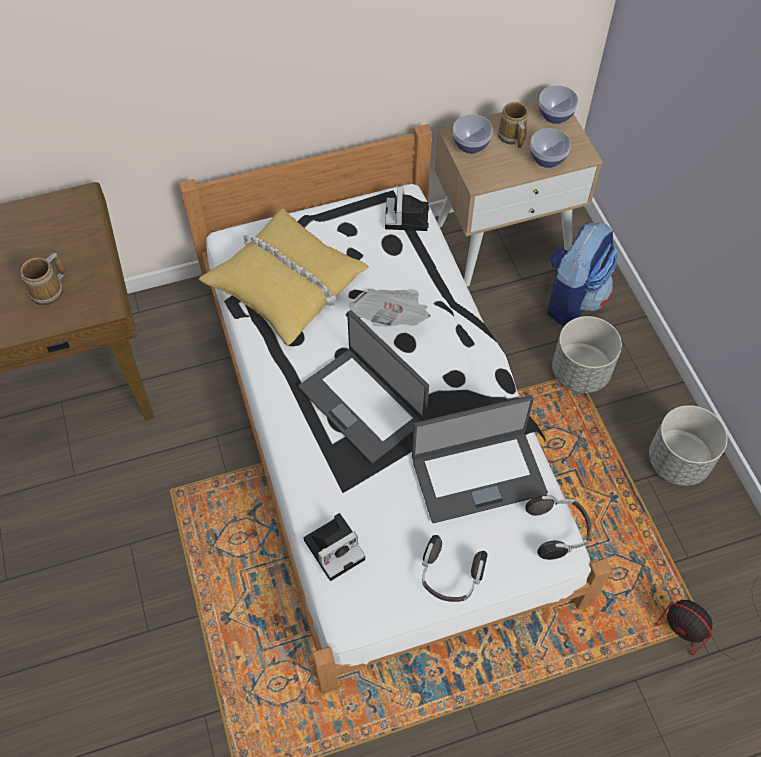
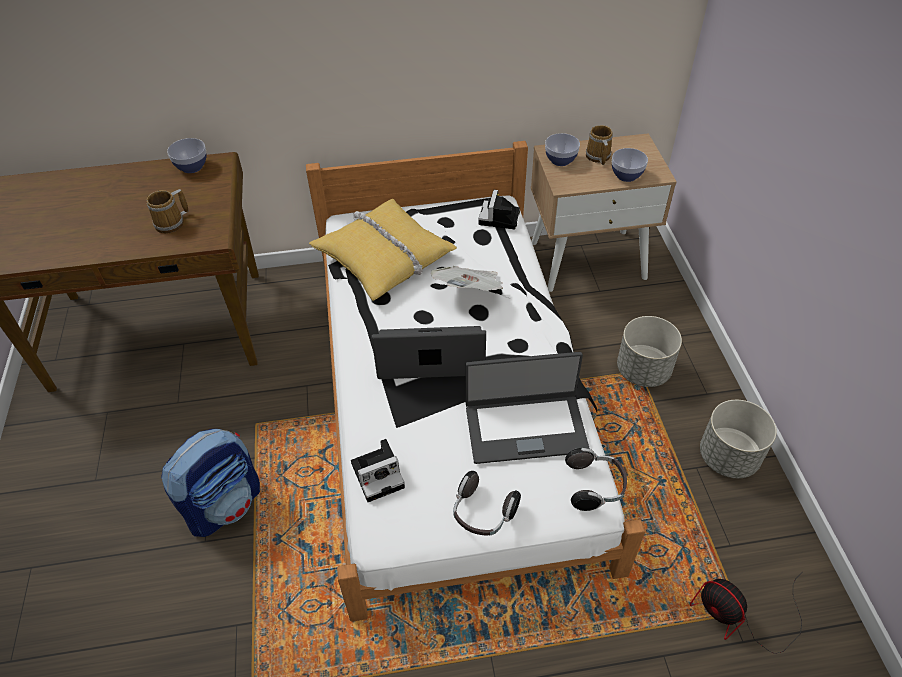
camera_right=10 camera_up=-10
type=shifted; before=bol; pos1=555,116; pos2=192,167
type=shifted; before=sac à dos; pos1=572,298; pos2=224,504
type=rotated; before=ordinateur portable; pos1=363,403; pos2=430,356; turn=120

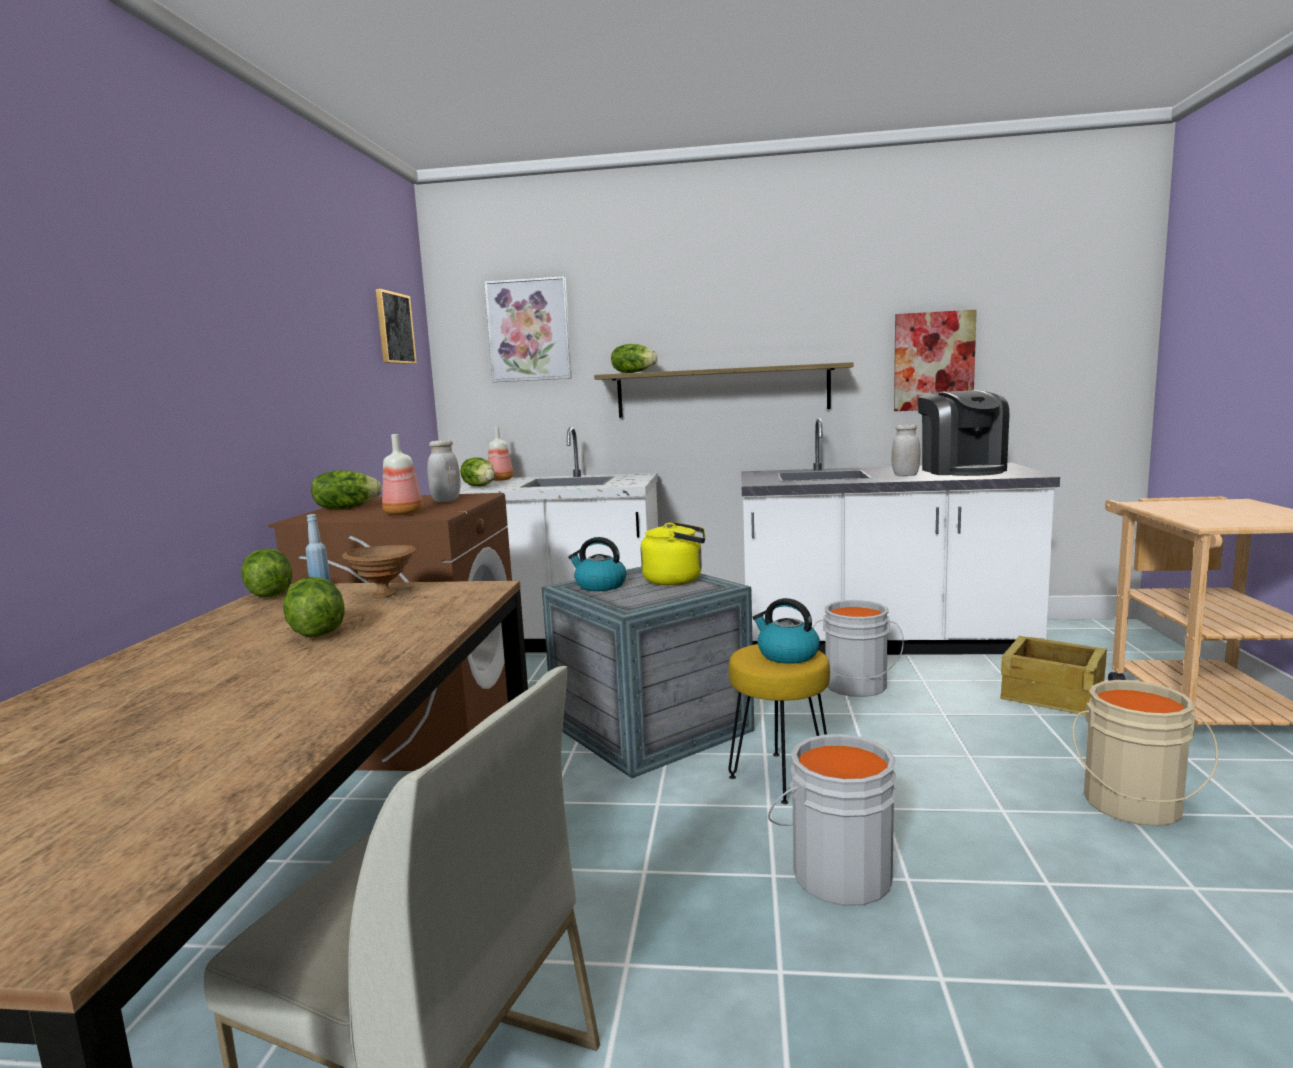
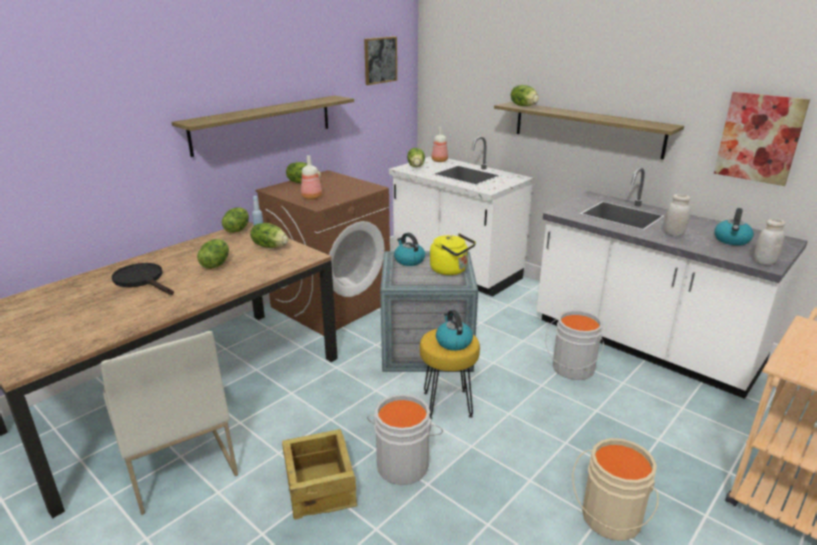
camera_right=35 camera_up=15
type=gone; before=tableau; pos1=529,330
type=swapped; before=machine à café; after=bouilloire; pos1=961,470; pos2=731,240
type=shifted; before=bocal (blanc); pos1=446,500; pos2=764,262
type=swapped; before=bol (marron); after=laitue; pos1=383,594; pos2=270,246
type=shifted; before=caisse; pos1=1051,695; pos2=320,486
type=new; after=étagère; pos2=263,124
type=new; after=poêle (noir); pos2=142,280

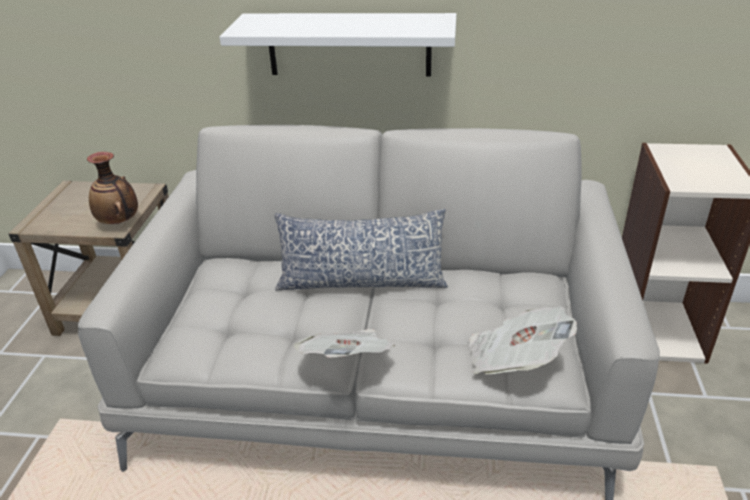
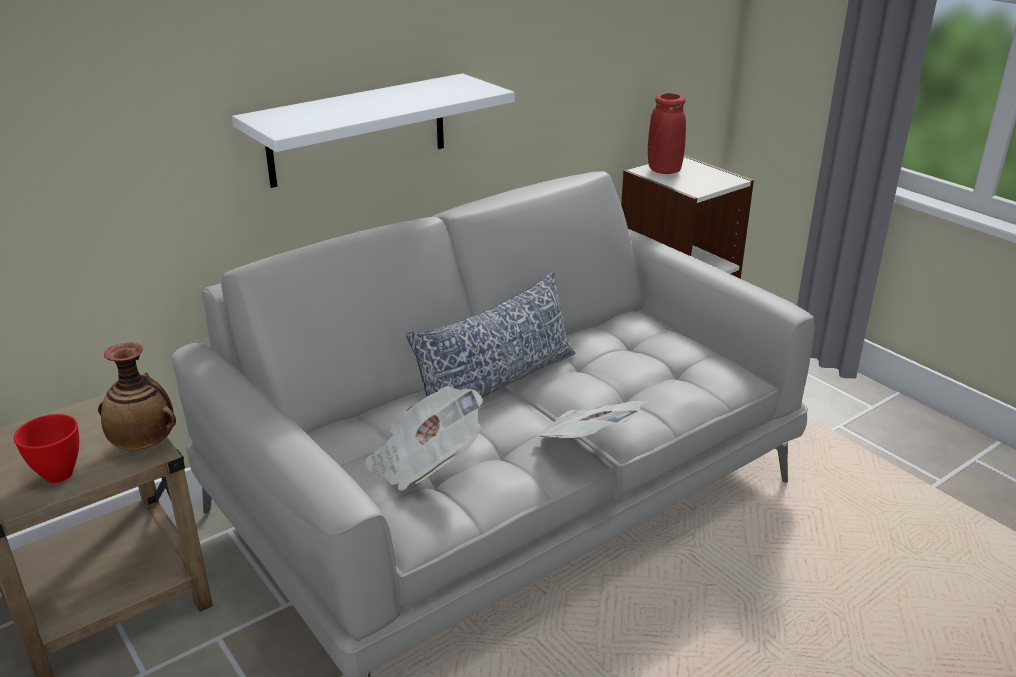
camera_right=-45 camera_up=-5
type=shifted; before=journal; pos1=514,360; pos2=424,462
type=new; after=vase (rouge); pos2=664,170
type=new; after=bol (rouge); pos2=60,474

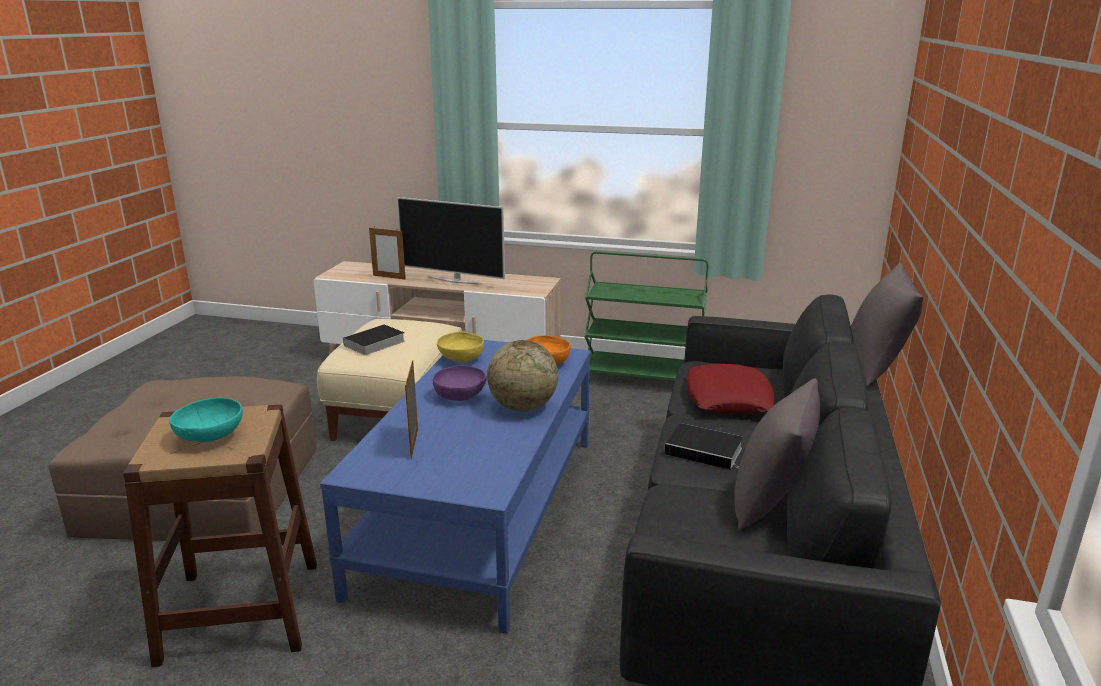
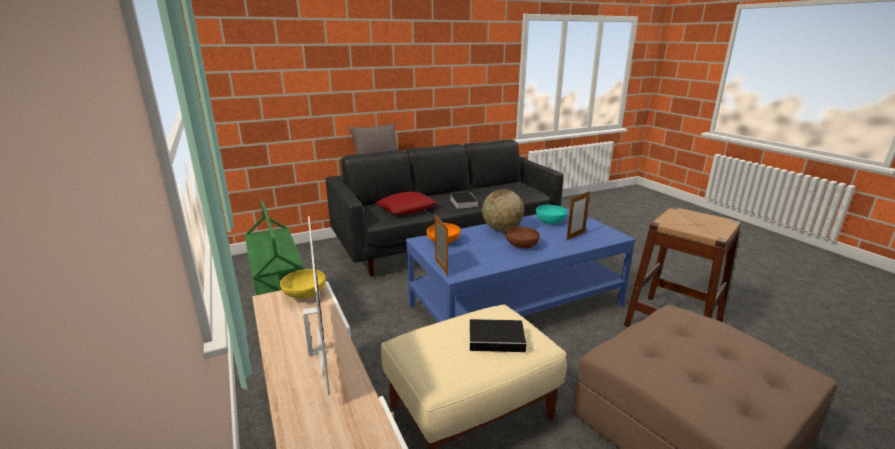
camera_right=-130 camera_up=0
type=shifted; before=cadre photo; pos1=389,277; pos2=441,267
type=shifted; before=bol (jaune); pos1=460,359; pos2=305,295
type=repainted; before=bol (violet); after=bol (marron); pos1=460,396; pos2=521,245
type=gone; before=coussin (gris); pos1=771,503
type=shifted; before=bol (turquoise); pos1=210,438; pos2=550,221

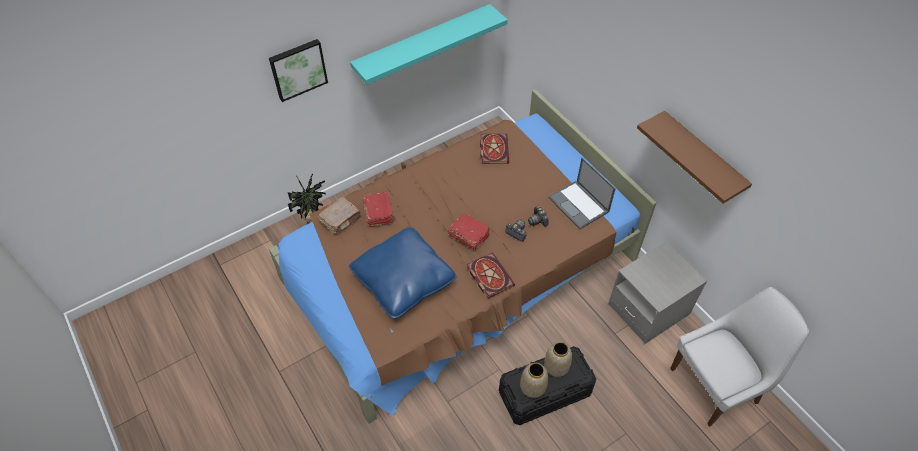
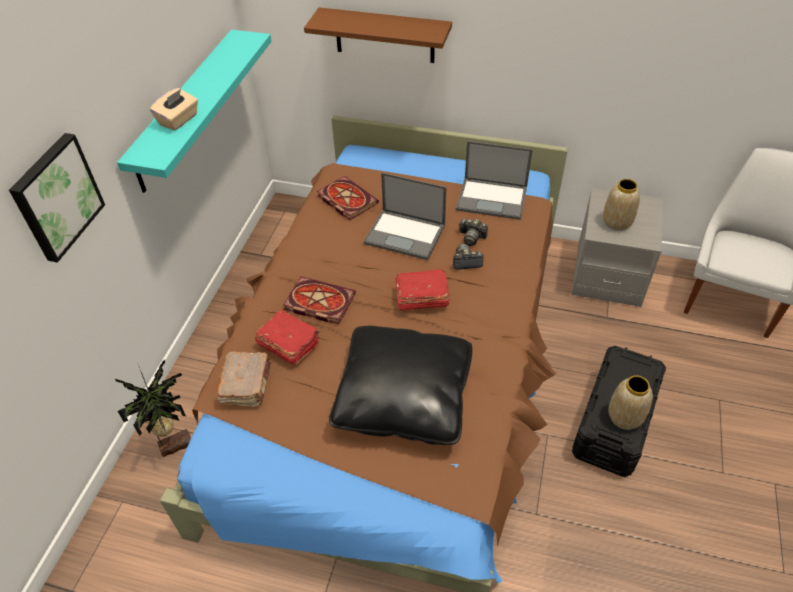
camera_right=-40 camera_up=-5
type=shifted; before=étagère (marron); pos1=701,158; pos2=384,35
type=repainted; before=coussin (bleu); after=coussin (noir); pos1=403,280; pos2=403,397
type=shifted; before=livre; pos1=488,276; pos2=317,302
type=shifted; before=vase; pos1=556,367; pos2=616,222
type=new; after=boîte à mouchoirs (beige); pos2=179,120
type=new; after=ordinateur portable; pos2=406,234

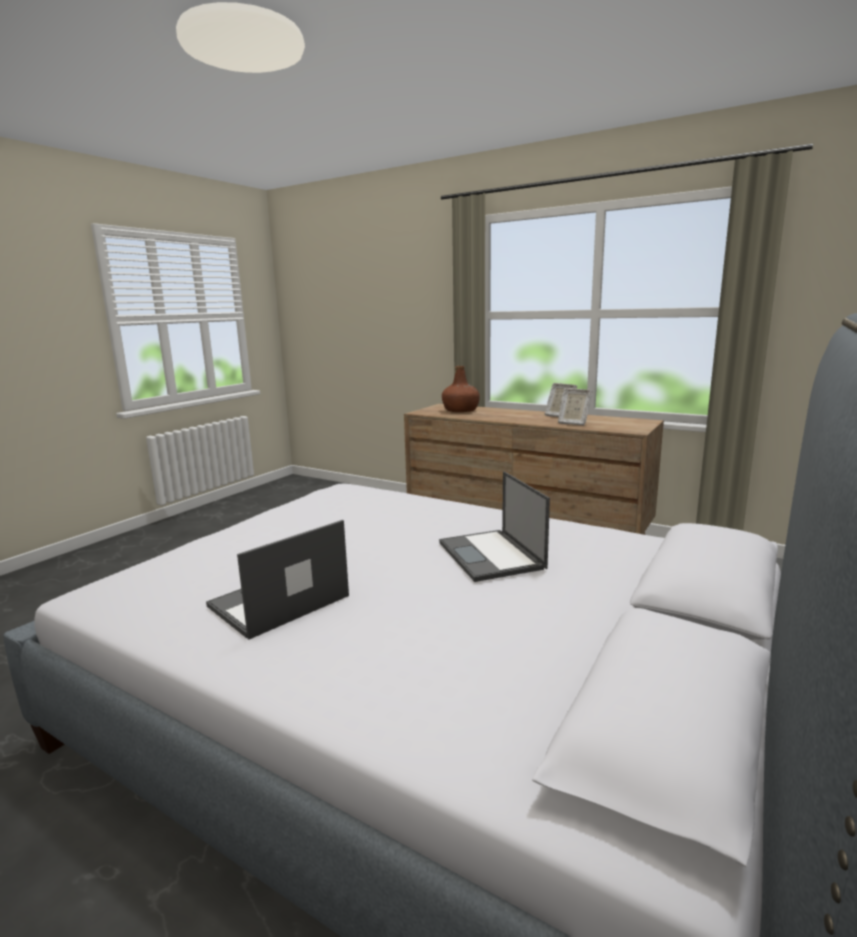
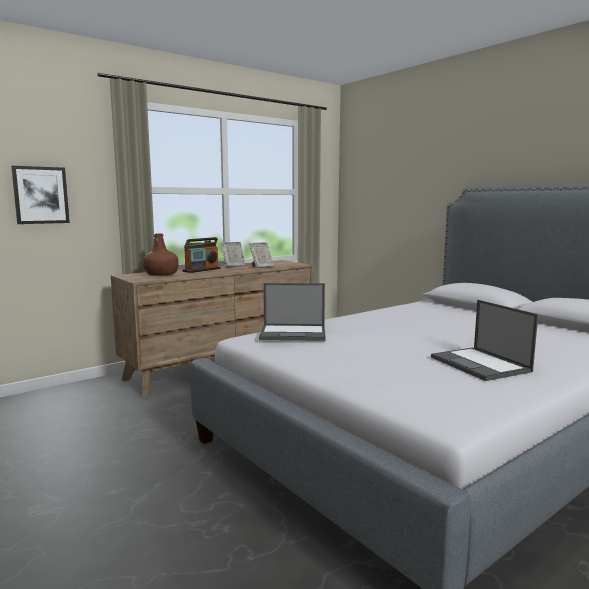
camera_right=-70 camera_up=-5
type=shifted; before=ordinateur portable; pos1=491,556; pos2=294,333
type=new; after=tableau; pos2=41,195
type=new; after=radio; pos2=202,270

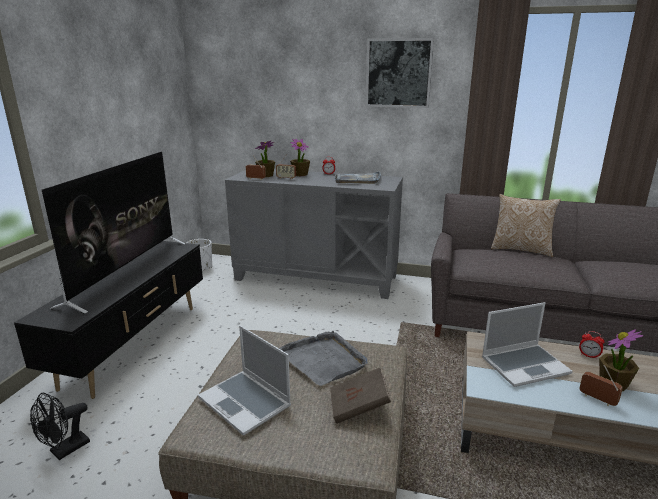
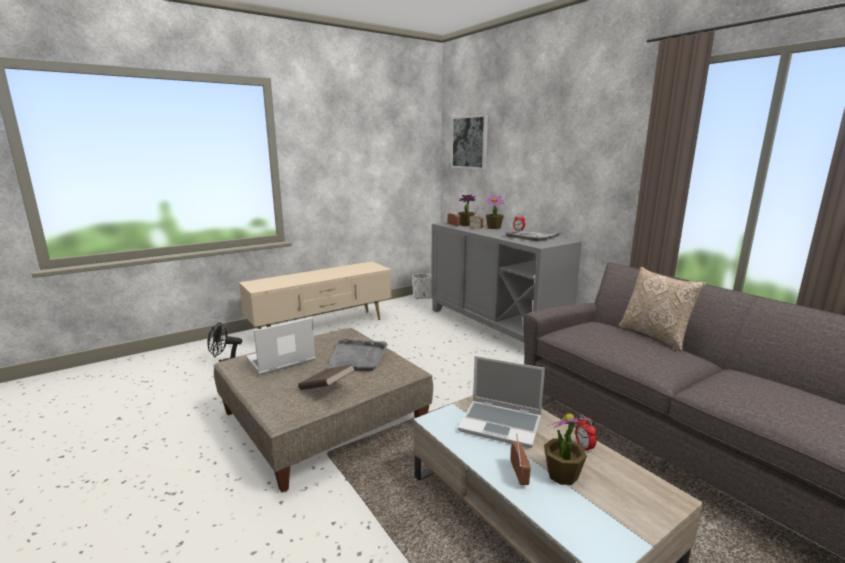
camera_right=40 camera_up=-5
type=shifted; before=tableau; pos1=398,73; pos2=470,142
type=gone; before=téléviseur; pos1=127,271
type=repainted; before=meuble télé (noir); after=meuble télé (beige); pos1=135,344; pos2=323,328
type=rotated; before=ordinateur portable; pos1=246,403; pos2=280,360; turn=60

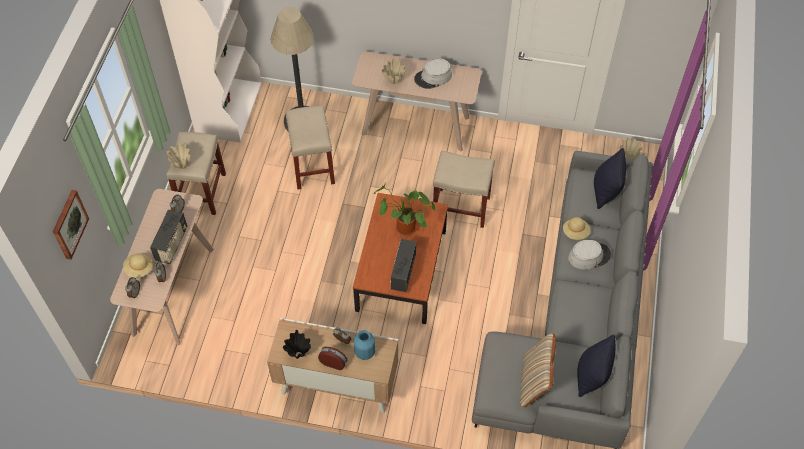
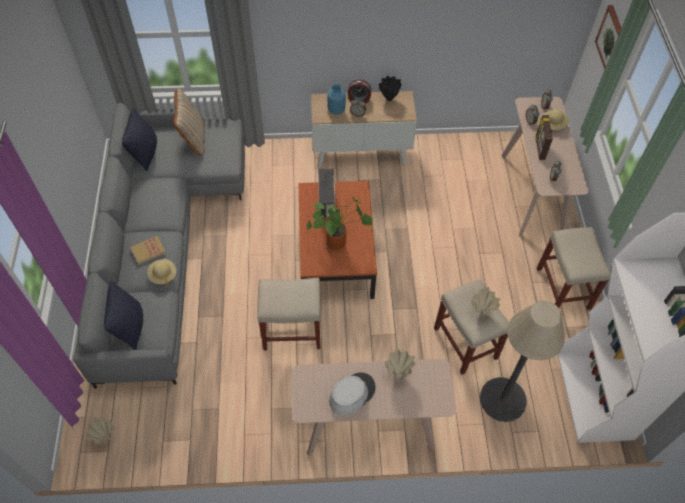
camera_right=165 camera_up=0
type=shifted; before=vase (beige); pos1=182,166; pos2=481,312
type=swapped; before=radio; after=cadre photo; pos1=172,244; pos2=539,148
type=swapped; before=chapeau (gris); after=livre; pos1=589,256; pos2=148,251

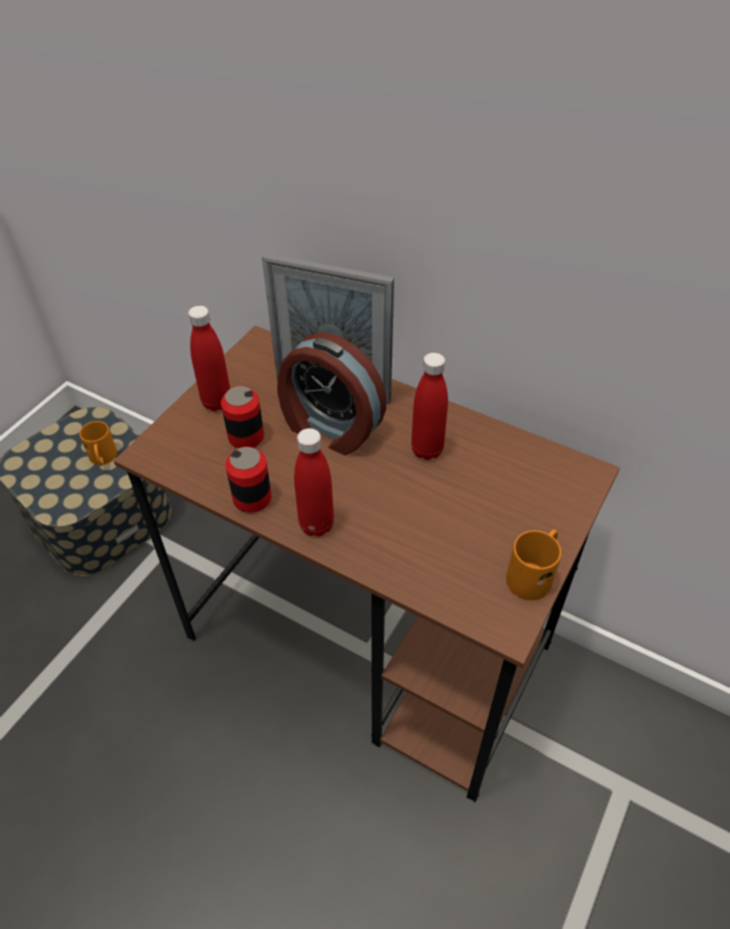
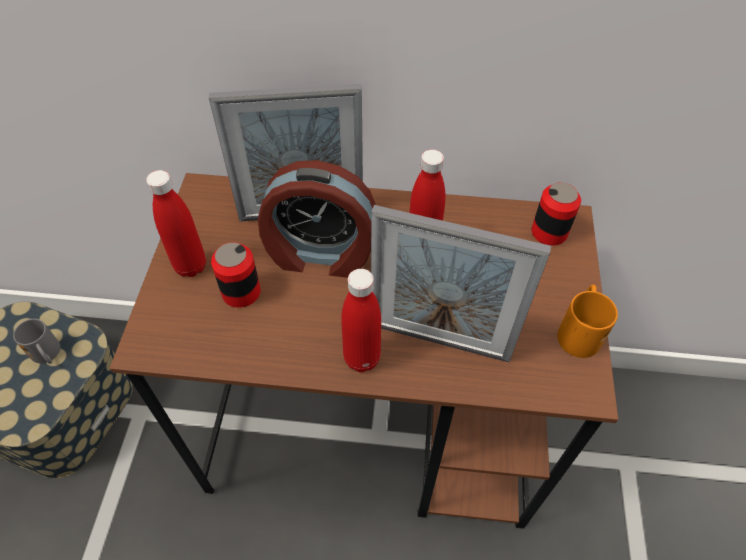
camera_right=-25 camera_up=5
type=repainted; before=mug (orange); after=mug (gris); pos1=103,459; pos2=48,354
type=shifted; before=boîte métallique; pos1=252,498; pos2=549,232
type=new; after=cadre photo; pos2=439,340

